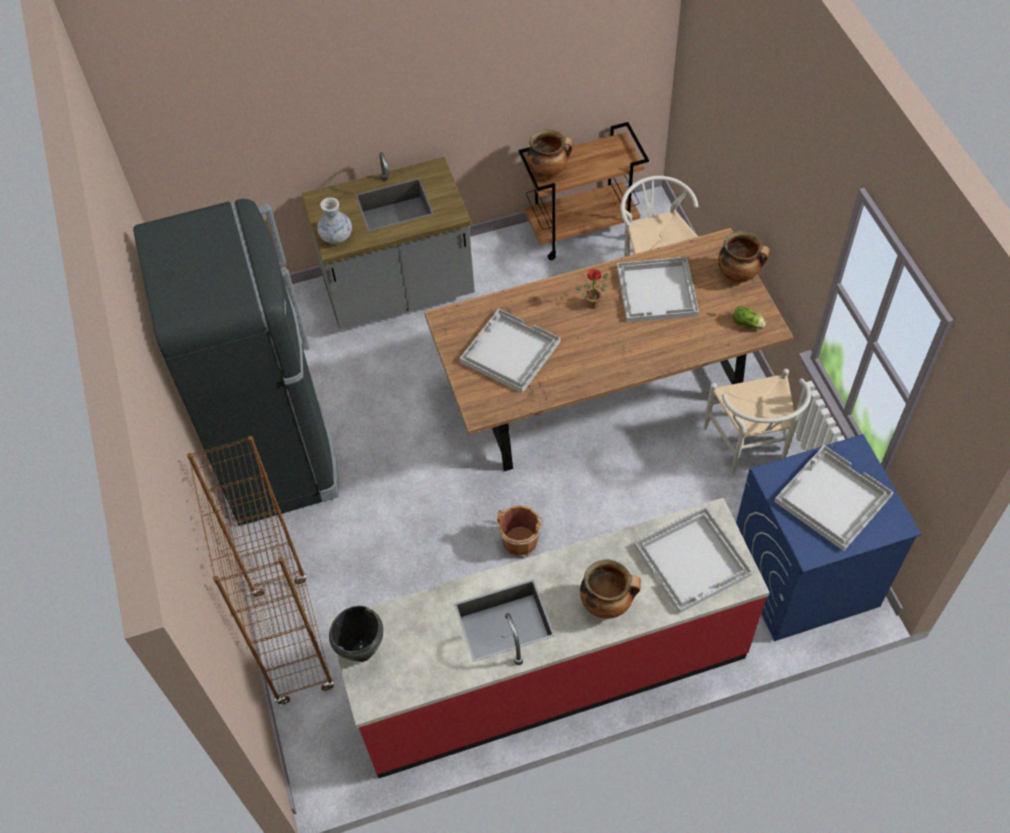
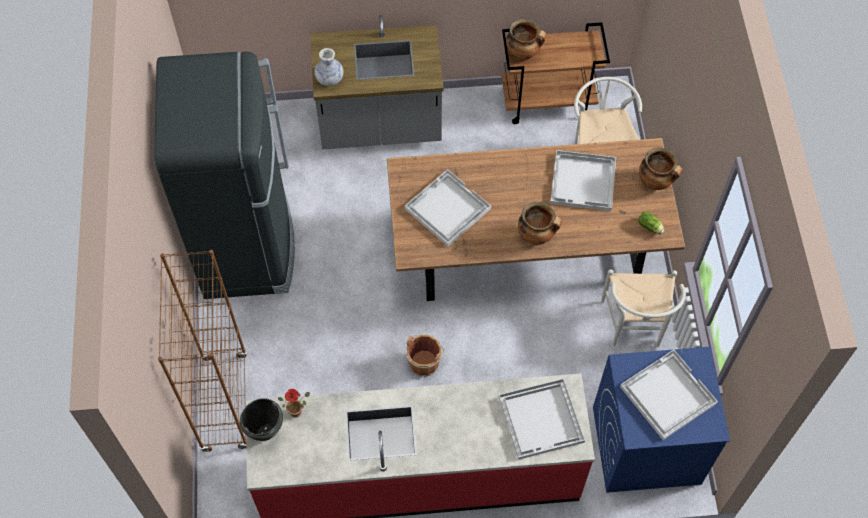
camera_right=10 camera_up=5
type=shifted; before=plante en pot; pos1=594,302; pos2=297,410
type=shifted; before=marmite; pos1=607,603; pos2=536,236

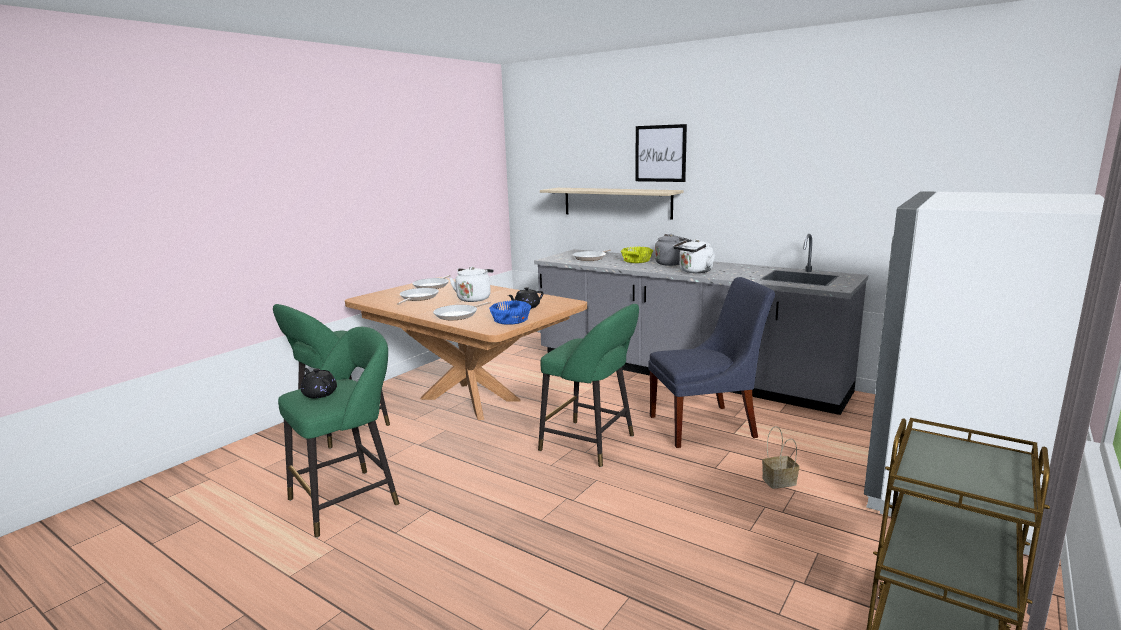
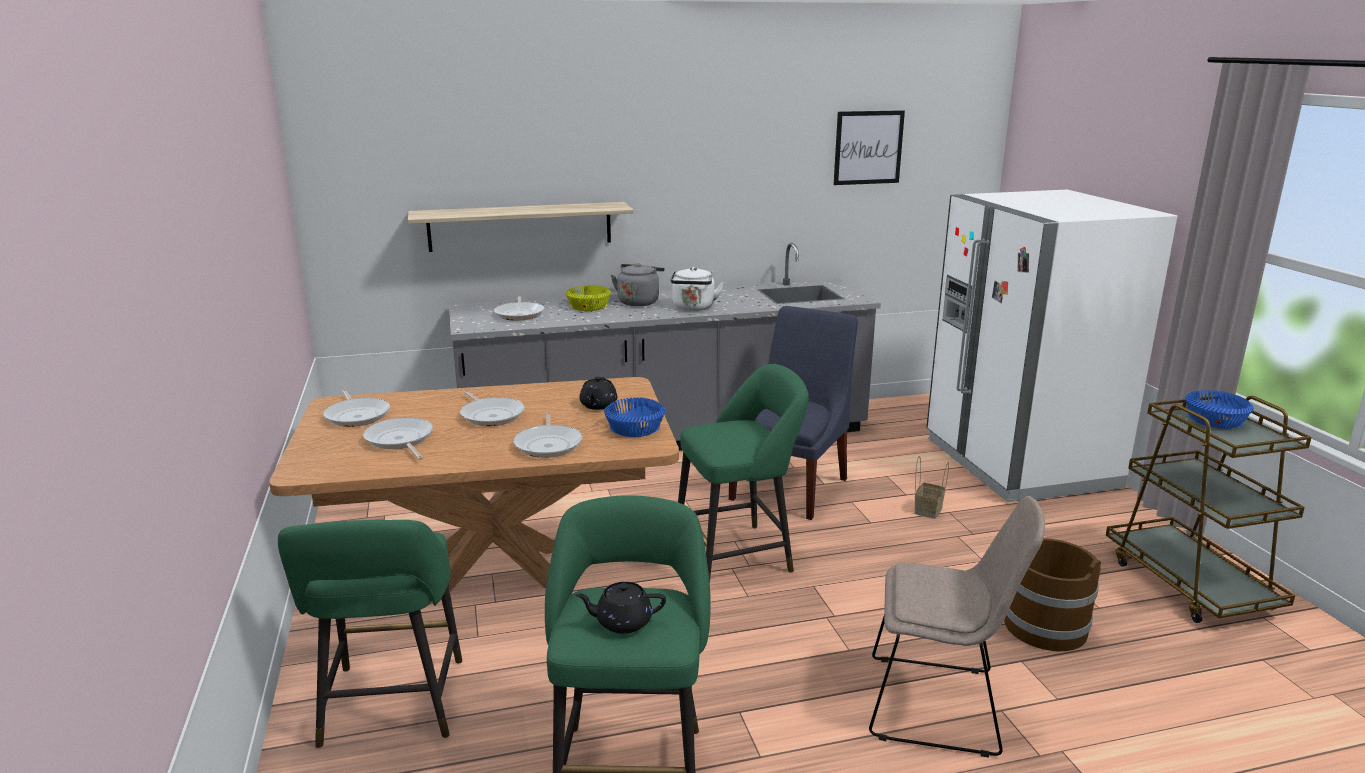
camera_right=-50 camera_up=5
type=shifted; before=tableau; pos1=660,153; pos2=868,147
type=swapped; before=bouilloire (blanc); after=poêle; pos1=474,298; pos2=491,415
type=new; after=bol (bleu); pos2=1214,420
type=new; after=chaise (beige); pos2=939,705
type=new; after=seau (marron); pos2=1046,627

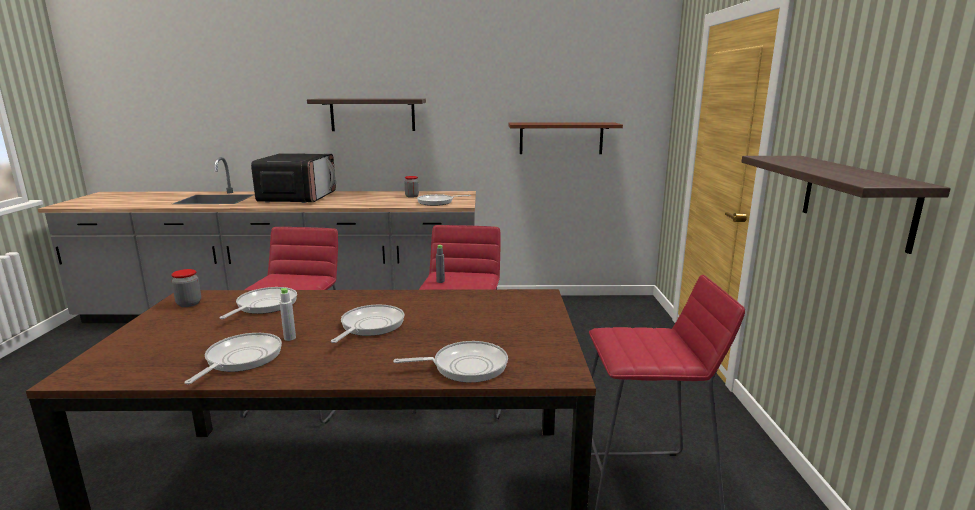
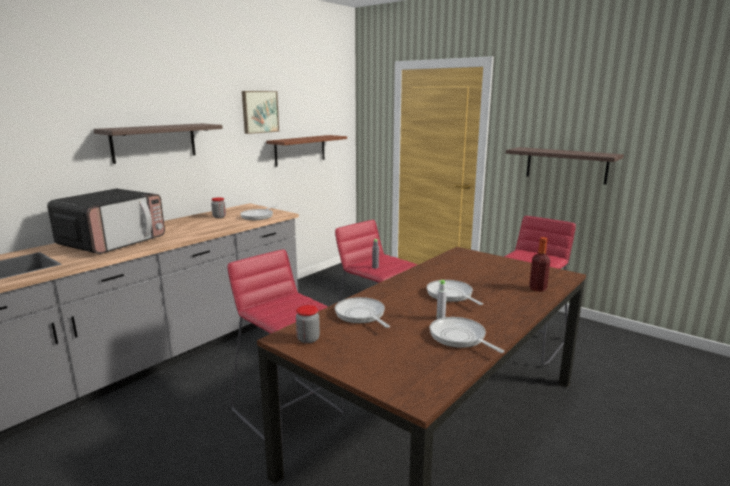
camera_right=-50 camera_up=0
type=rotated; before=micro-ondes; pos1=298,197; pos2=113,242; turn=75
type=swapped; before=poêle; after=bouteille; pos1=465,366; pos2=537,288
type=new; after=tableau; pos2=259,112

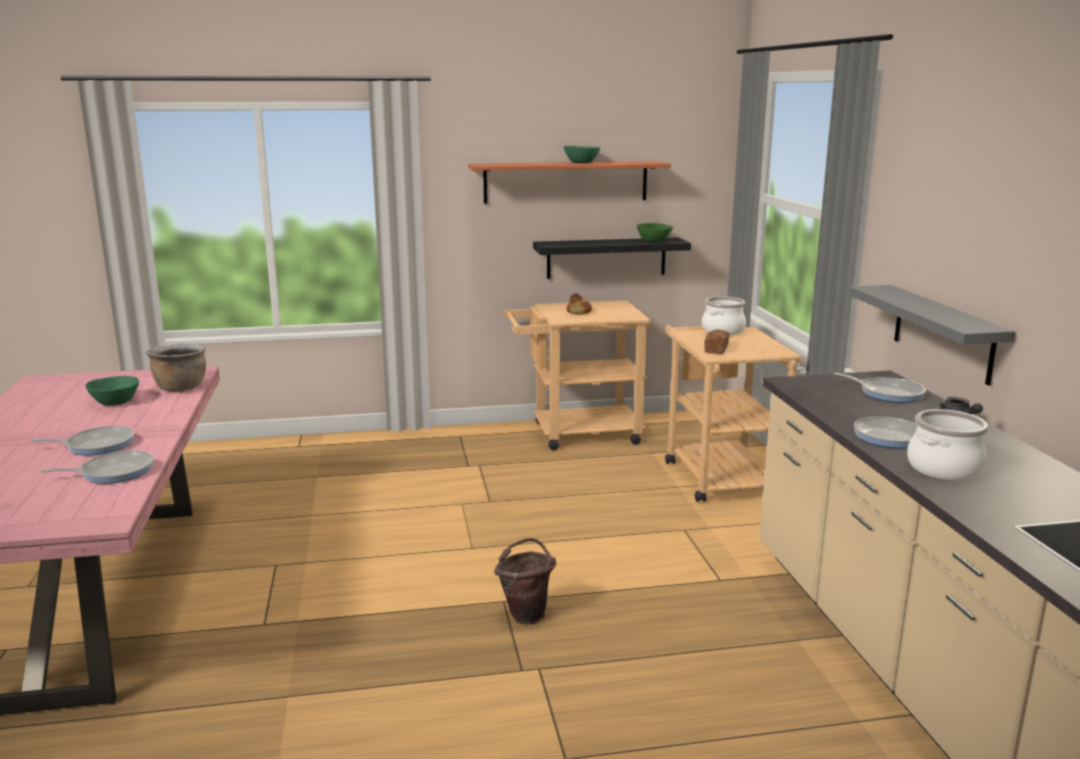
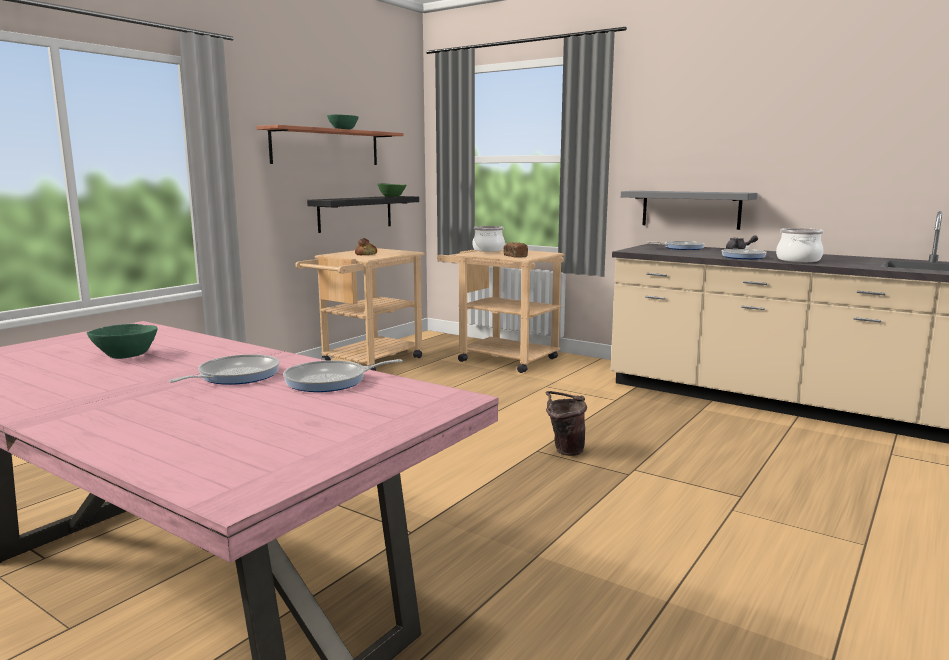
camera_right=-45 camera_up=-5
type=gone; before=marmite (marron); pos1=180,388
type=rotated; before=poêle; pos1=113,472; pos2=330,381; turn=-135

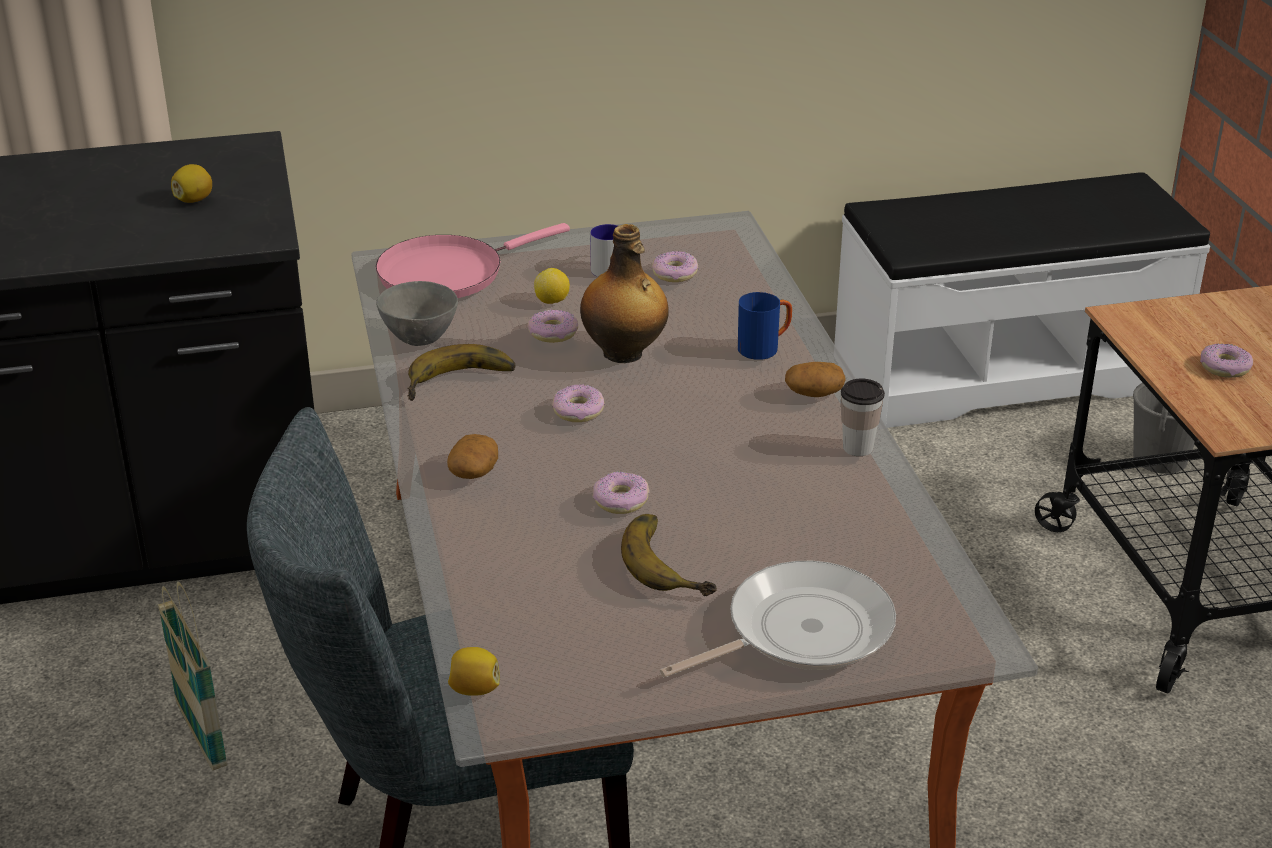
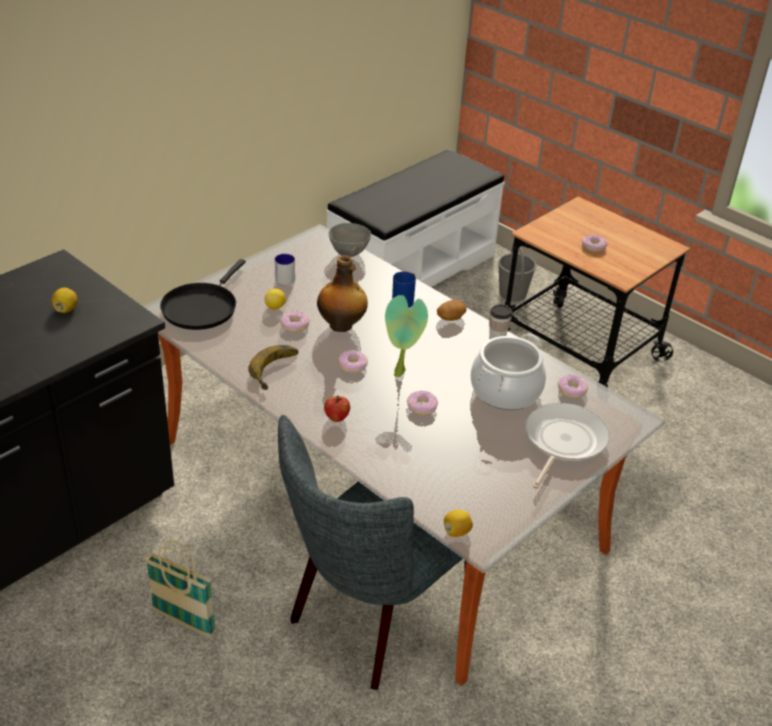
camera_right=-35 camera_up=5
type=repainted; before=poêle (rose); after=poêle (noir); pos1=447,273; pos2=201,307
type=shifted; before=beignet; pos1=675,274; pos2=572,390
type=shifted; before=bol (gris); pos1=421,339; pos2=349,253
type=swapped; before=pomme de terre; after=pomme; pos1=474,472; pos2=336,418
type=gone; before=banane; pos1=672,561
type=new; after=plante en pot; pos2=401,374
type=new; after=marmite; pos2=505,391

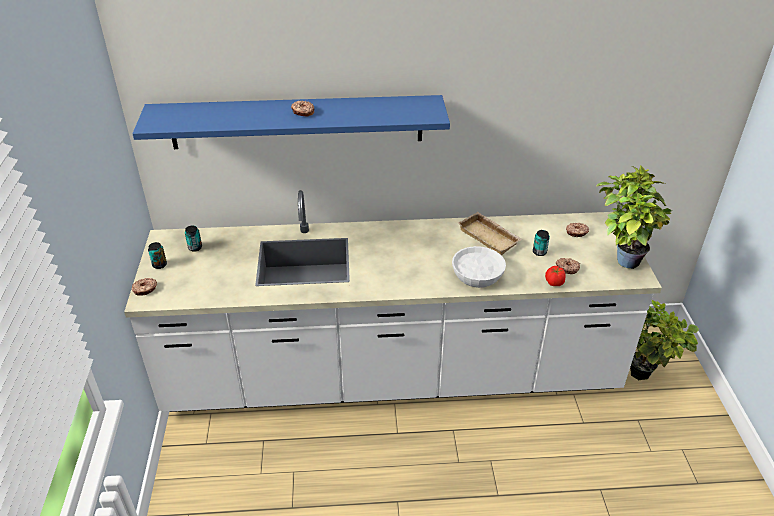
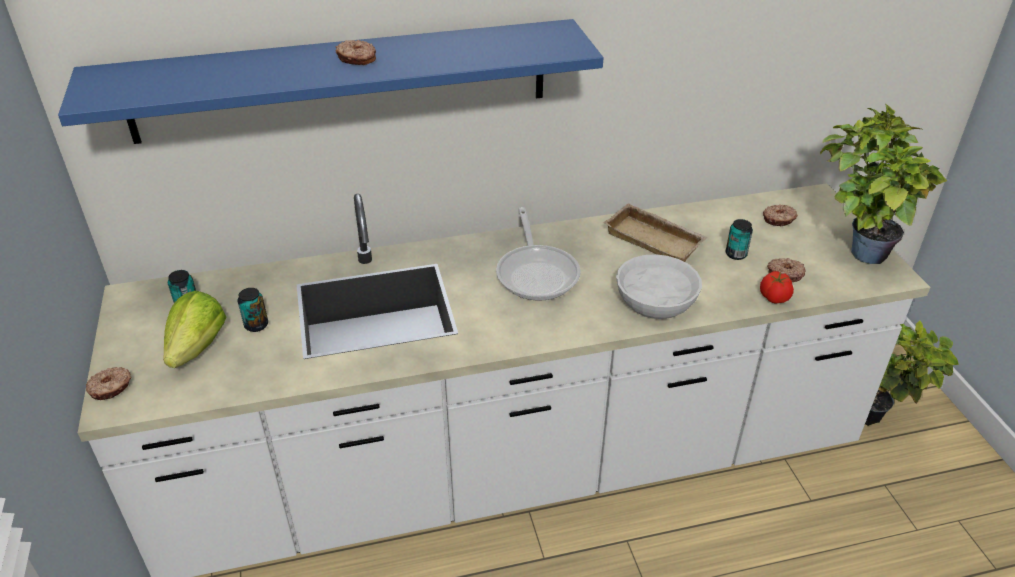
camera_right=-10 camera_up=0
type=shifted; before=boîte métallique; pos1=159,265; pos2=256,325
type=new; after=poêle; pos2=537,272
type=new; after=laitue; pos2=198,347

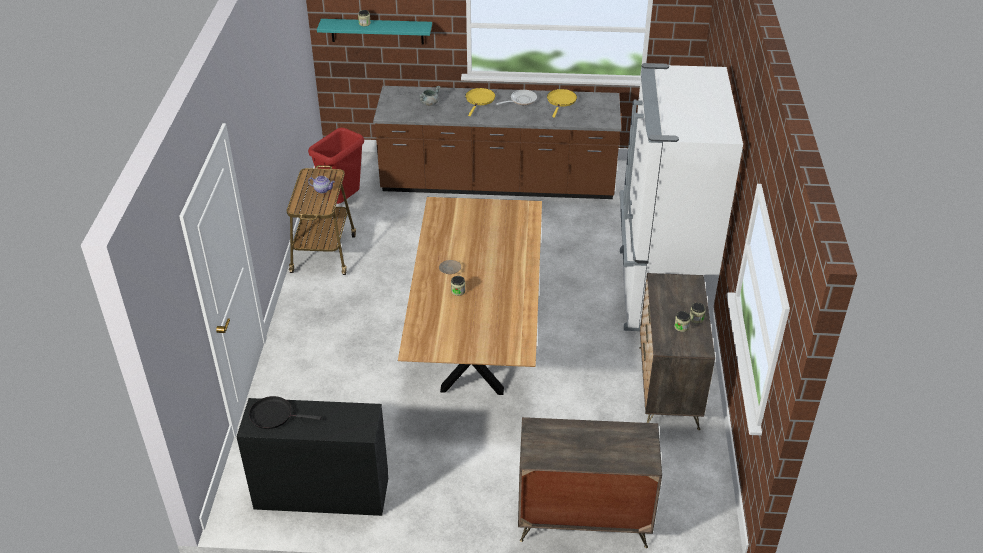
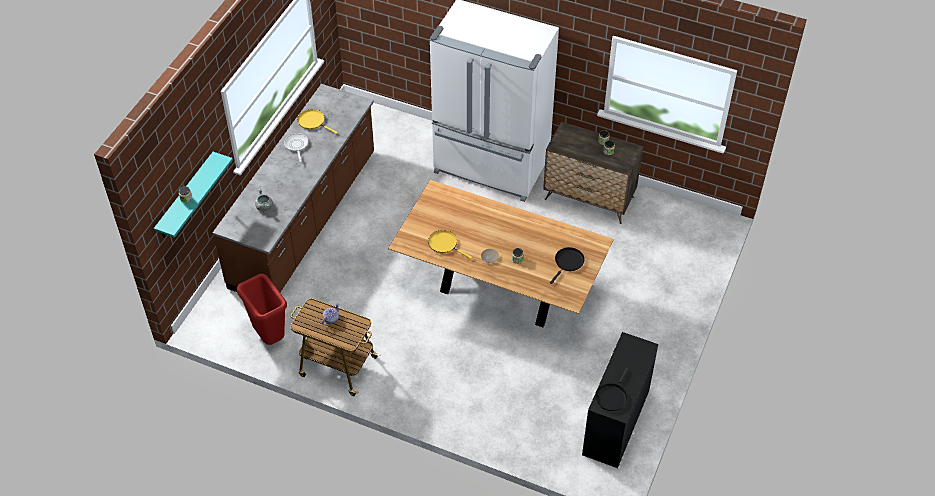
camera_right=-70 camera_up=10
type=shifted; before=poêle (jaune); pos1=479,100; pos2=444,244
type=gone; before=commode; pos1=582,519
type=new; after=poêle (noir); pos2=568,262

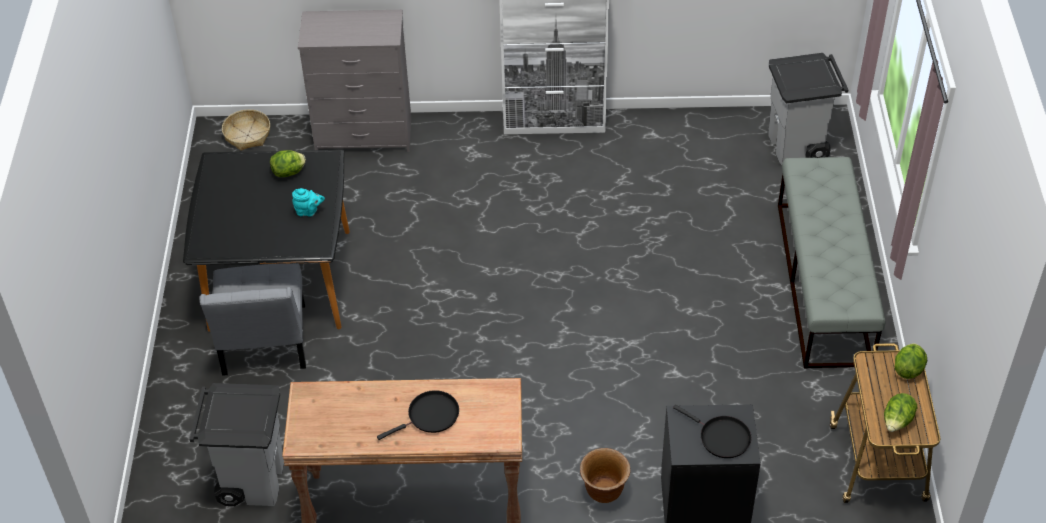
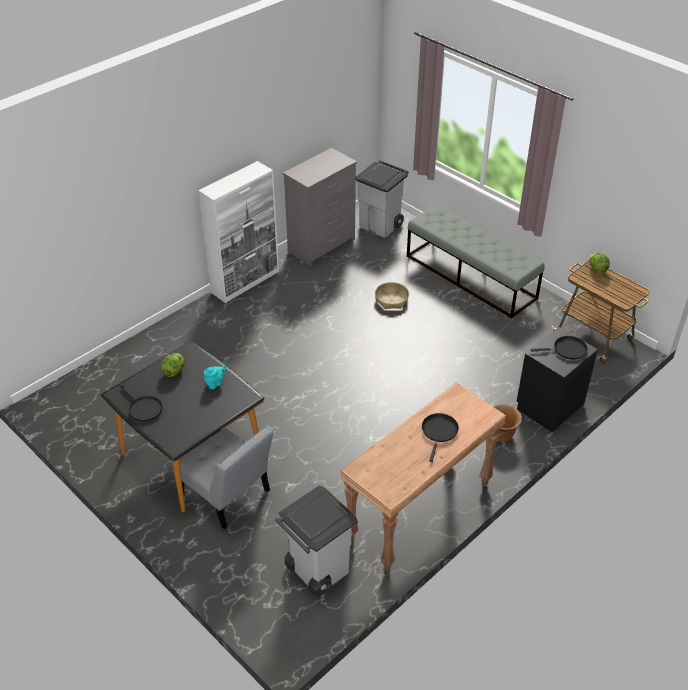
camera_right=-45 camera_up=-5
type=shifted; before=commode (gris); pos1=364,135; pos2=322,245
type=shifted; before=panier; pos1=248,135; pos2=391,300
type=gone; before=laitue; pos1=897,422
type=new; after=poêle (noir); pos2=143,408

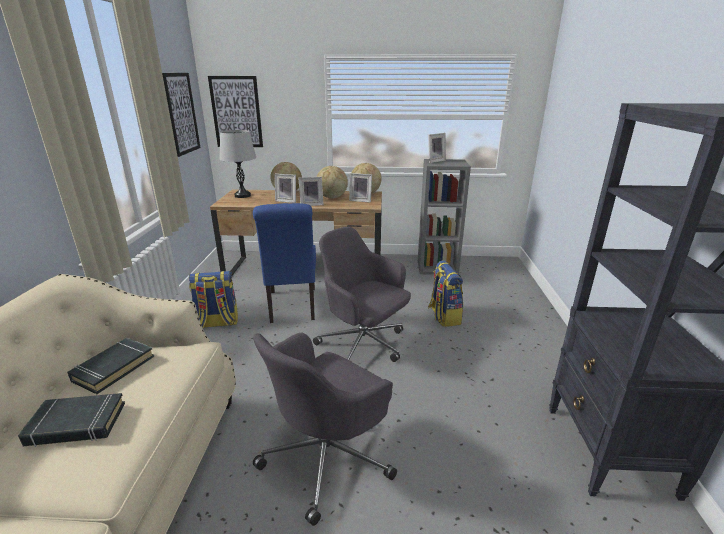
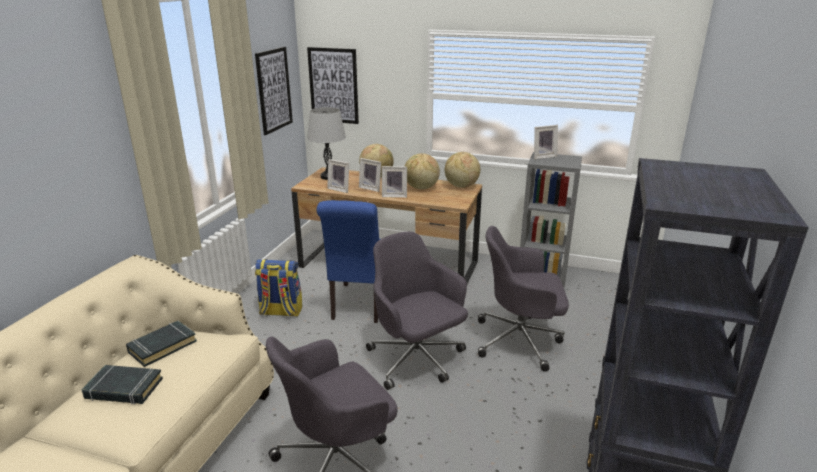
camera_right=15 camera_up=0
type=shifted; before=cadre photo; pos1=361,200; pos2=340,189
type=swapped; before=sac à dos; after=chaise de bureau (gris); pos1=443,316; pos2=520,340

